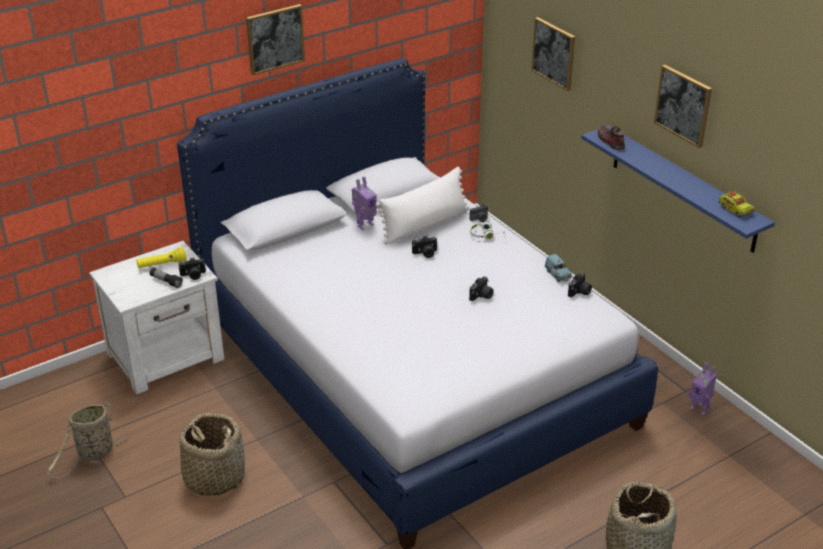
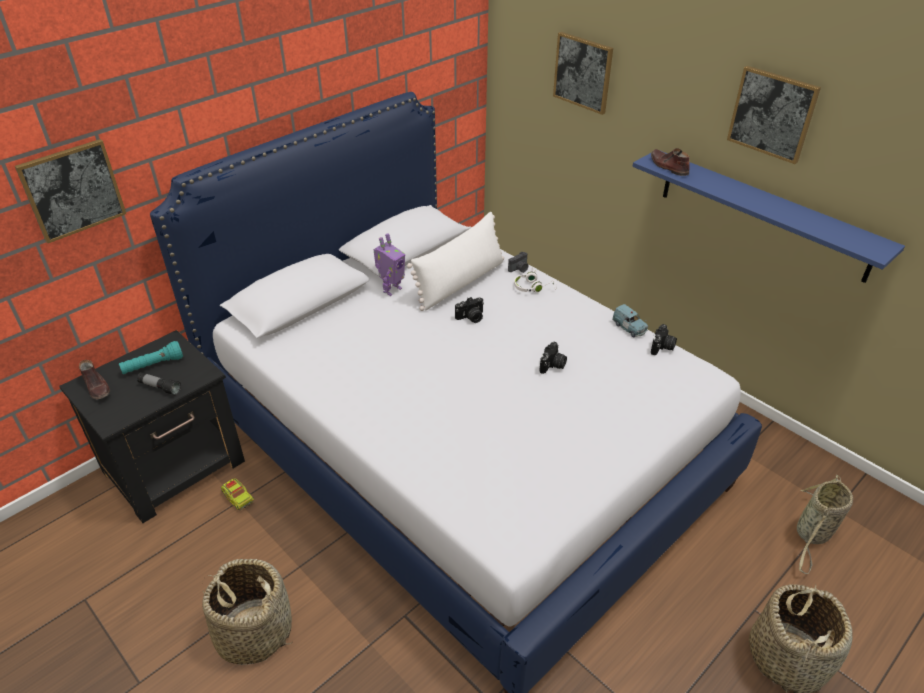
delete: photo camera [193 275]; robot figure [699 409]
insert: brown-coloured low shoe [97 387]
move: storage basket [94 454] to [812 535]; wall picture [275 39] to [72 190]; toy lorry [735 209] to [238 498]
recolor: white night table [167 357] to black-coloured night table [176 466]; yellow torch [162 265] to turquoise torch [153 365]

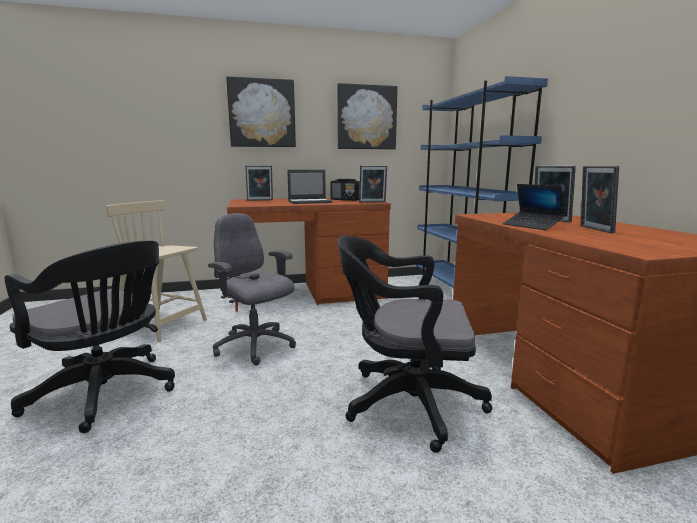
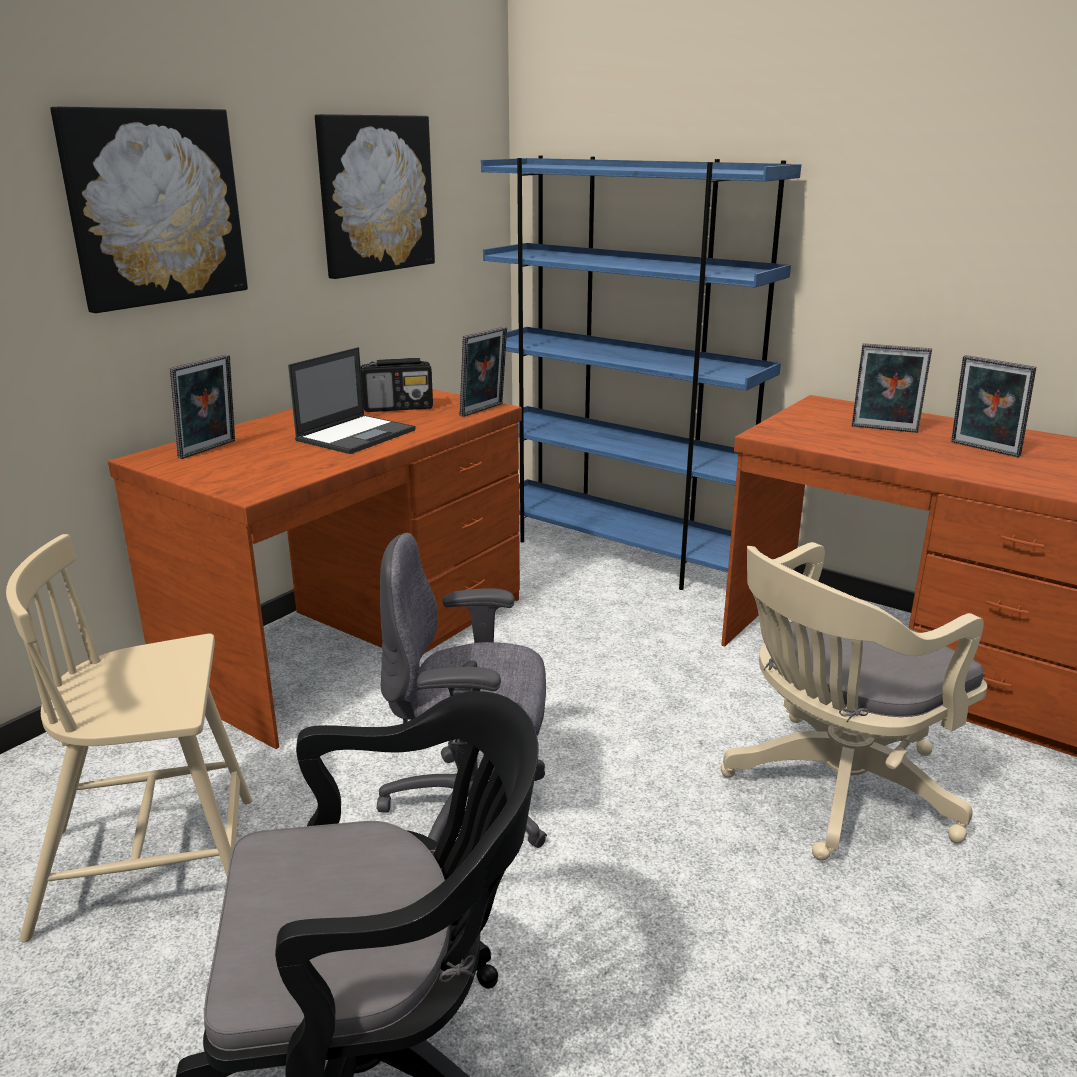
delete: portable computer [532 226]
recolor: black-coloured desk chair [405 403] to beige-coloured desk chair [833 791]

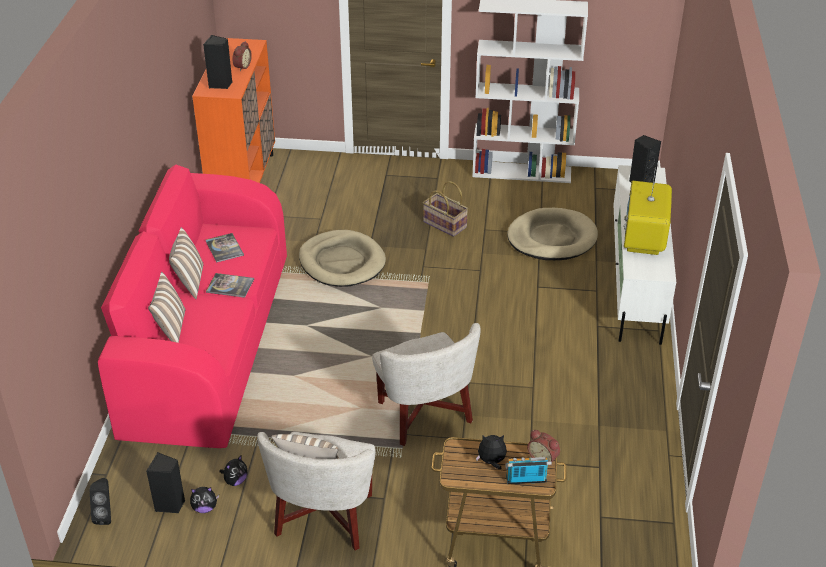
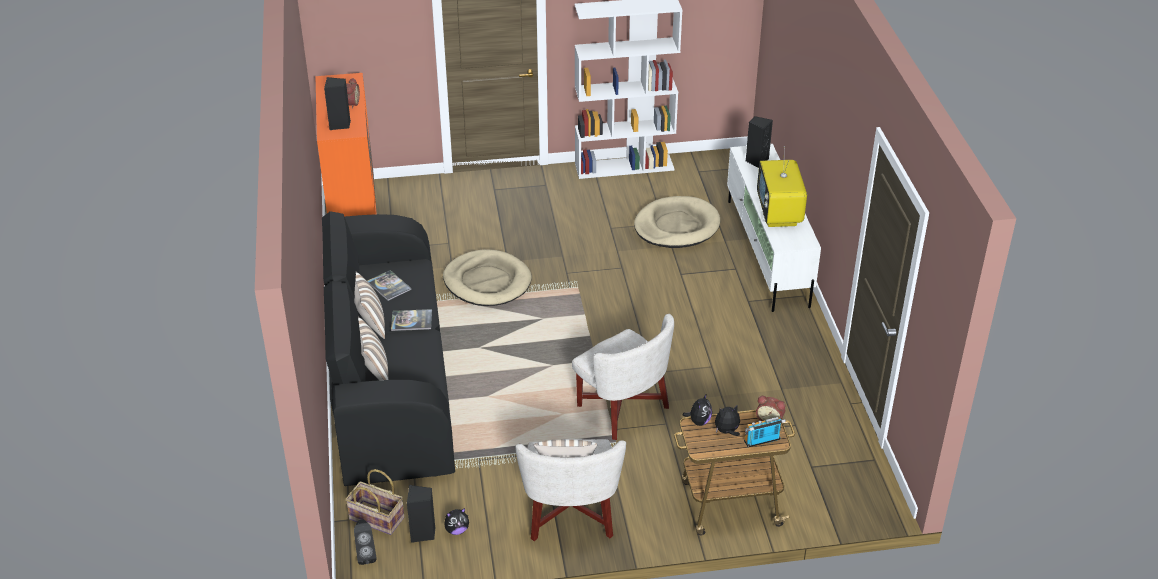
move: plush toy [235 481] to [699 421]; storage basket [444 224] to [376 519]
recolor: pink settee [208 343] to black-coloured settee [390 381]

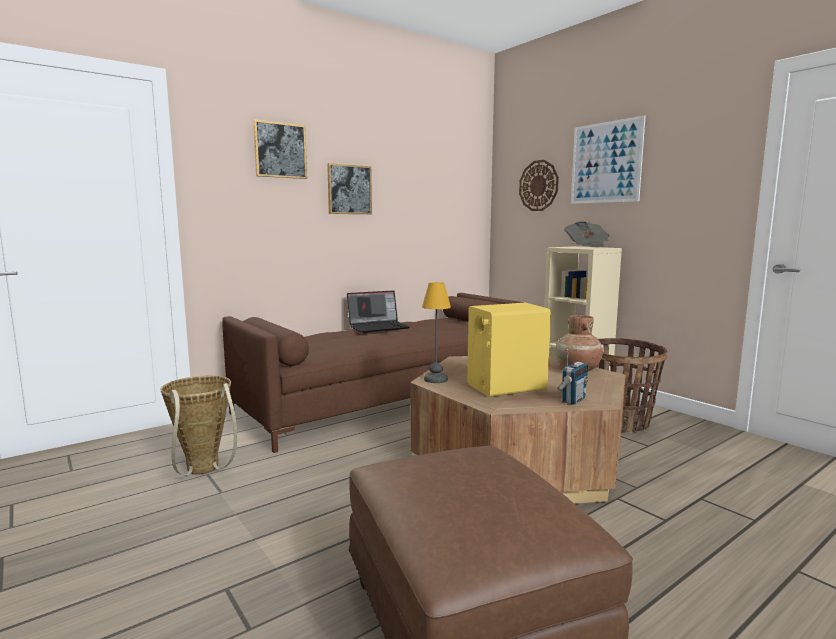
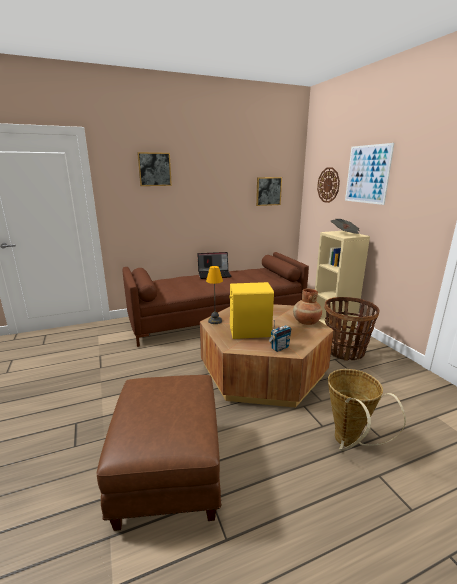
move: storage basket [203 472] to [349 443]; wall picture [349 189] to [268 191]

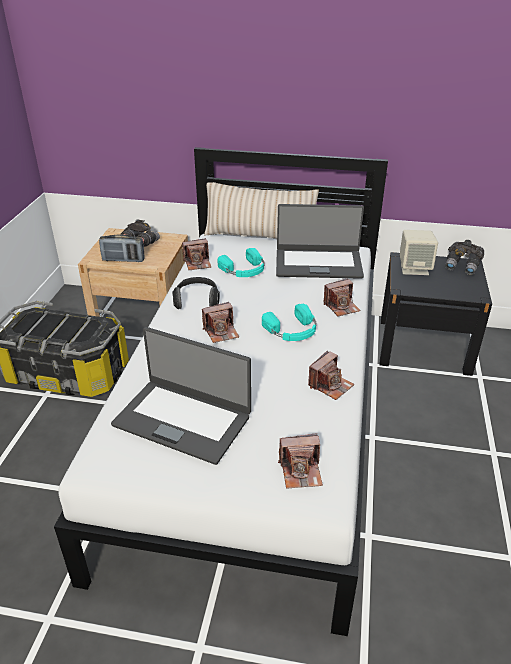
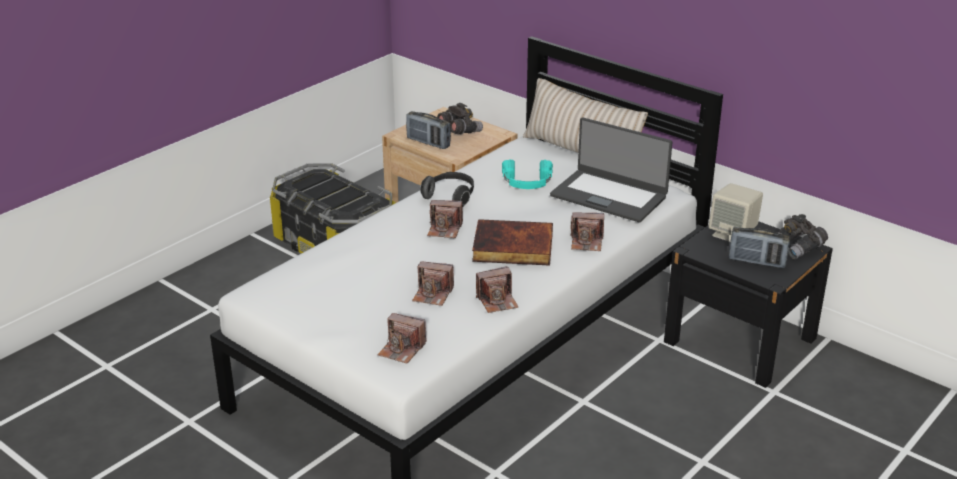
delete: portable computer [183 419]
insert: radio [757 262]
move: photo camera [197 263] to [433 294]
replace: turquoise headphones [292 330] to book [512 248]

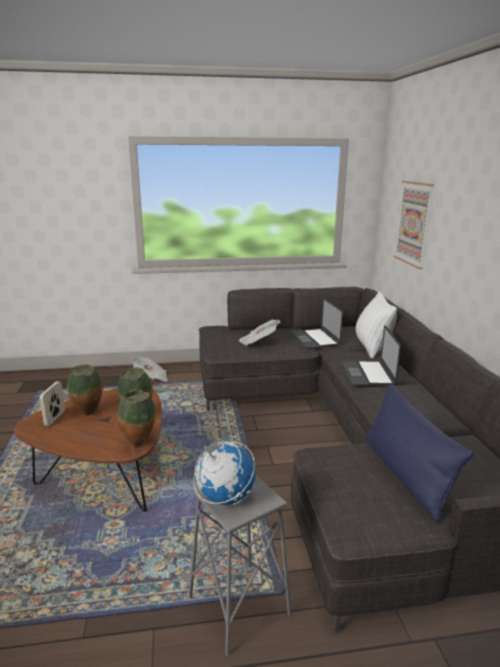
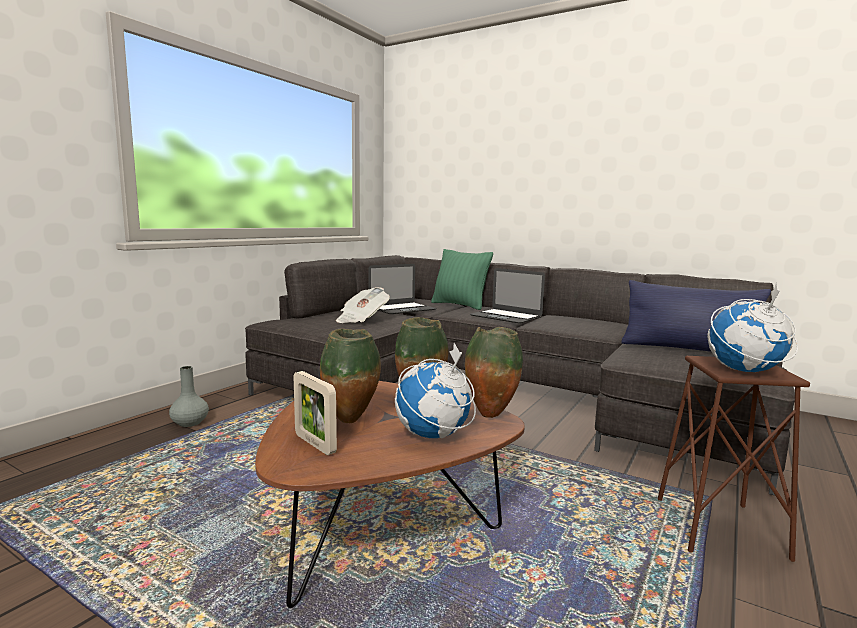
delete: wall picture [413 223]
insert: desk globe [433 436]
replace: newspaper [151 378] to gray decorative vase [190 423]
recolor: gray sitting stool [238 606] to brown-coloured sitting stool [718 528]; white pillow [372 347] to green pillow [459 305]
rotate: portable computer [315 338] = [402 308] 60 degrees counterclockwise

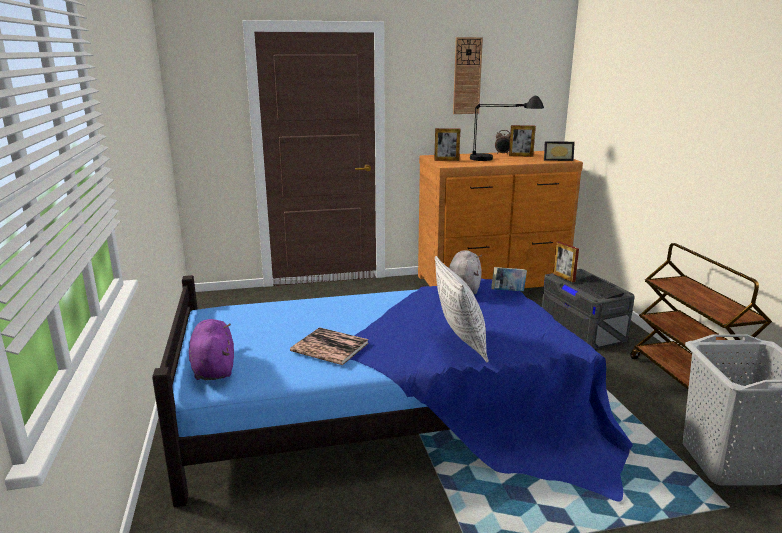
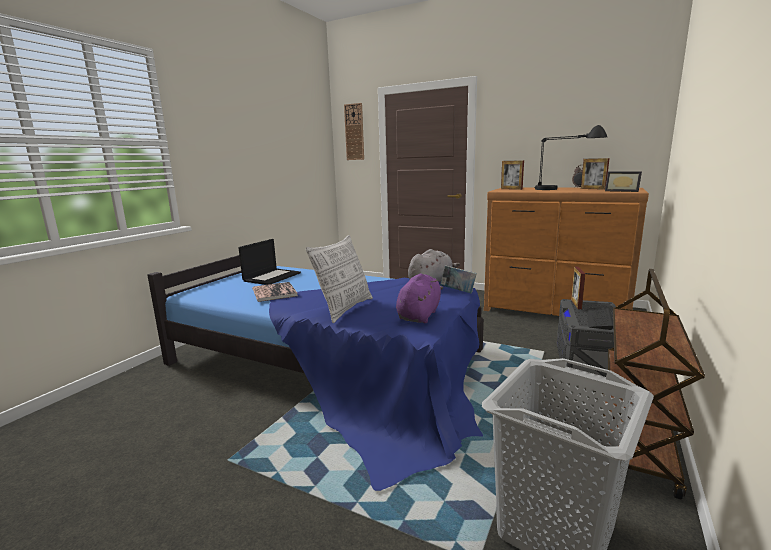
insert: portable computer [272 277]
move: purple-coloured plush toy [213 367] to [419 315]; wall clock [467 76] to [354 132]

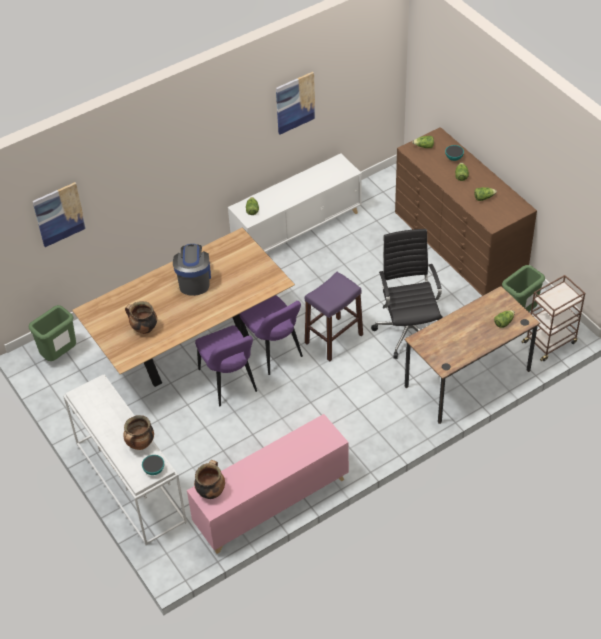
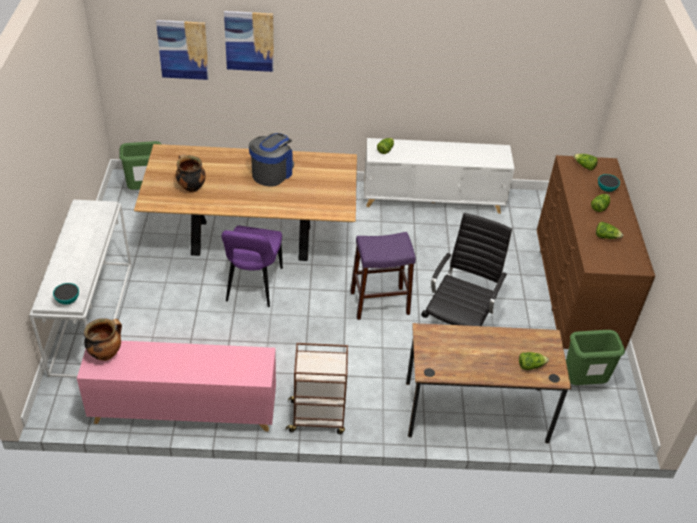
delete: cooking pot [140 445]; purple-coloured chair [273 351]
move: wall picture [295 102] to [249 41]; brown-coloured wheeled cart [550 342] to [318 417]

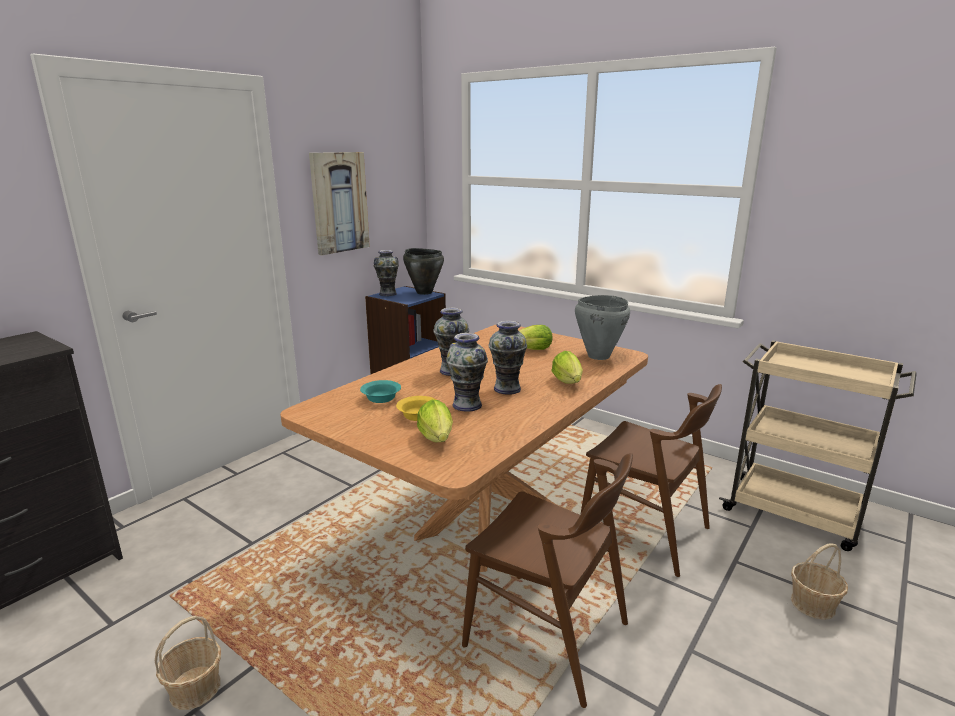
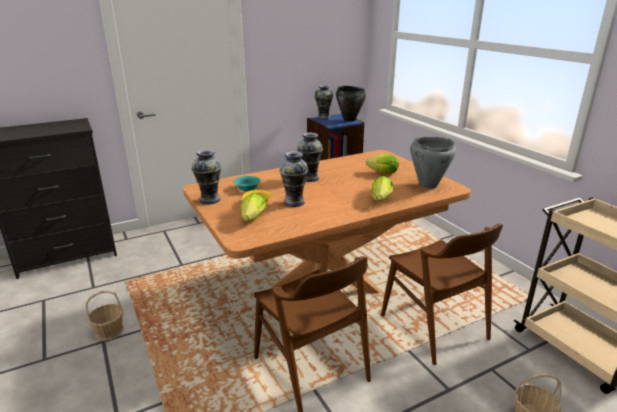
delete: wall picture [339 202]
move: decorative vase [507 389] to [210 200]

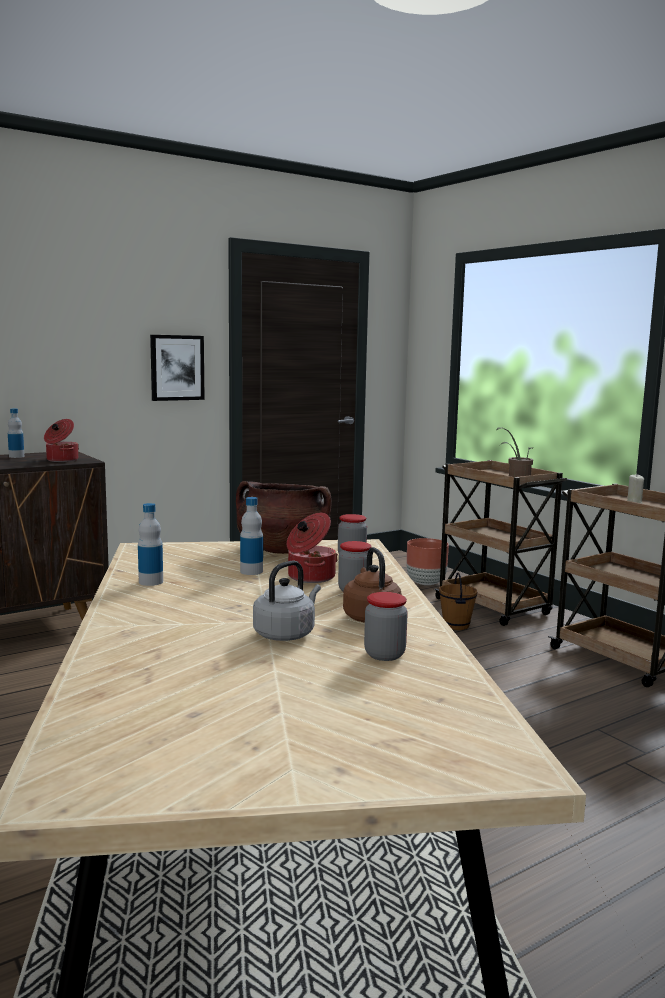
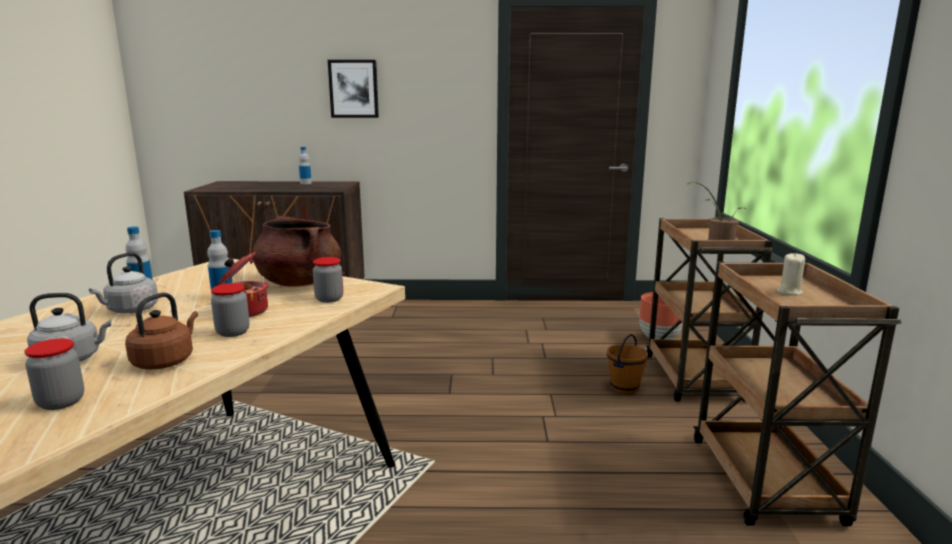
delete: cooking pot [61 460]
insert: gray kettle [130 310]
move: wall picture [177 367] to [353 89]

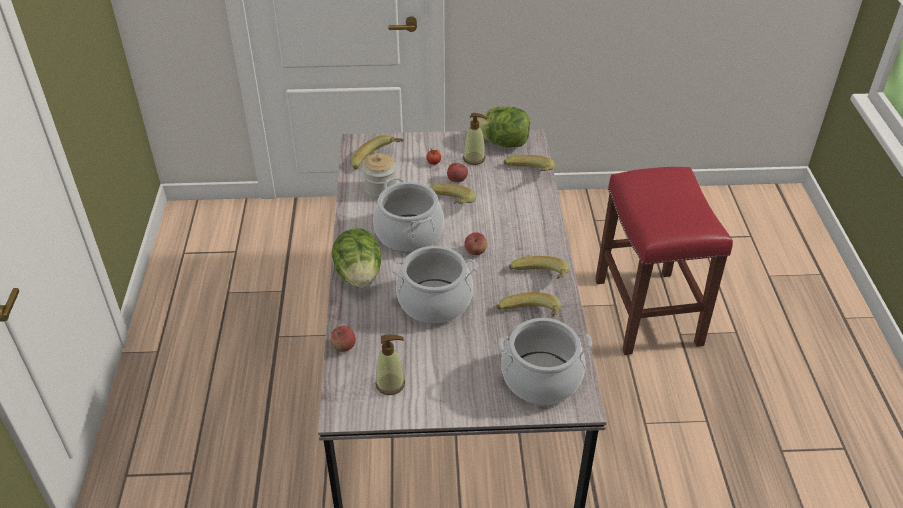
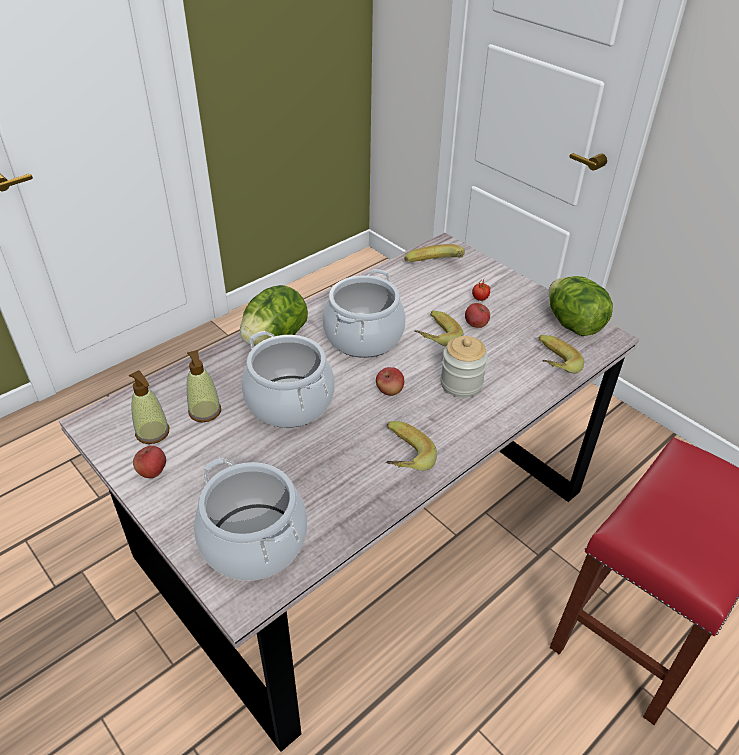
delete: banana fruit [530 319]
move: whole apple [344 346] to [152 471]; preserve jar [381 190] to [461 384]; soap bottle [474 158] to [205 411]

